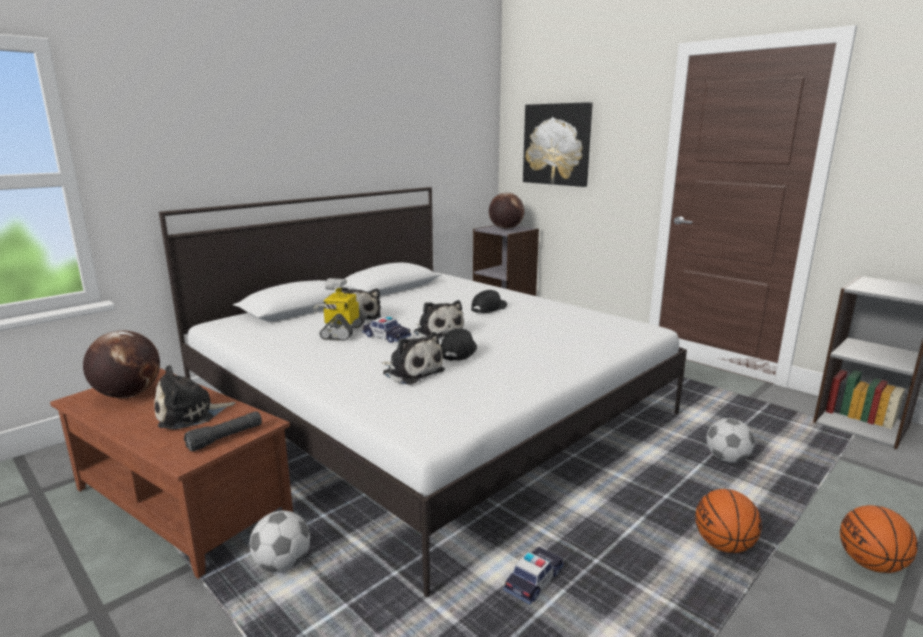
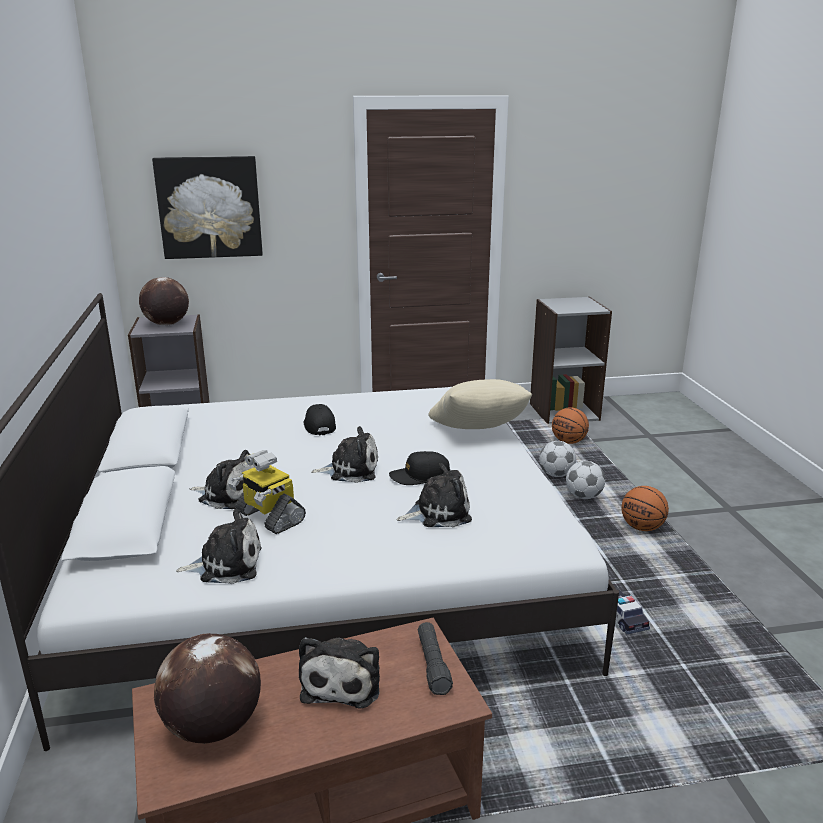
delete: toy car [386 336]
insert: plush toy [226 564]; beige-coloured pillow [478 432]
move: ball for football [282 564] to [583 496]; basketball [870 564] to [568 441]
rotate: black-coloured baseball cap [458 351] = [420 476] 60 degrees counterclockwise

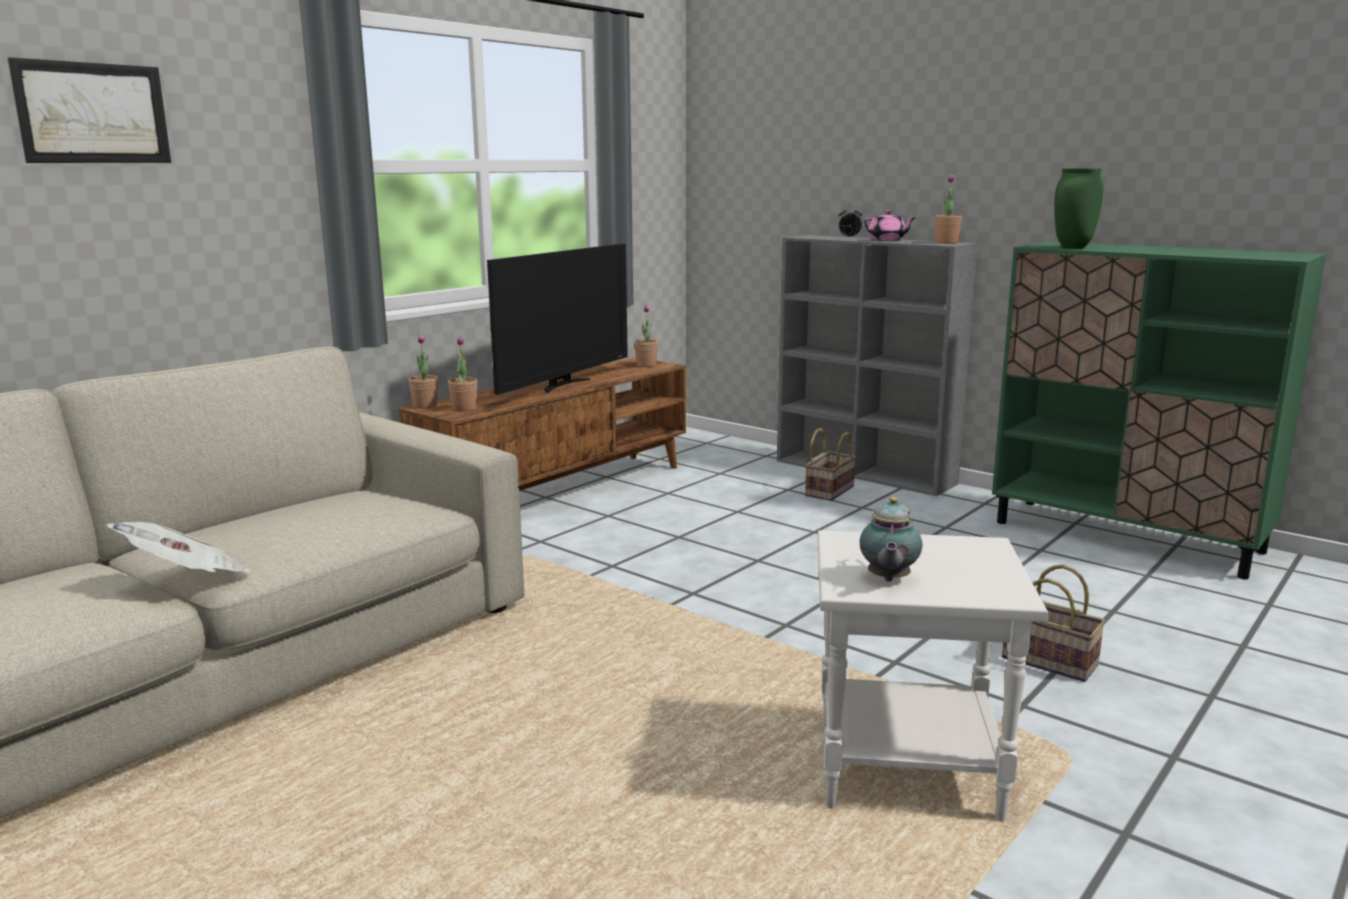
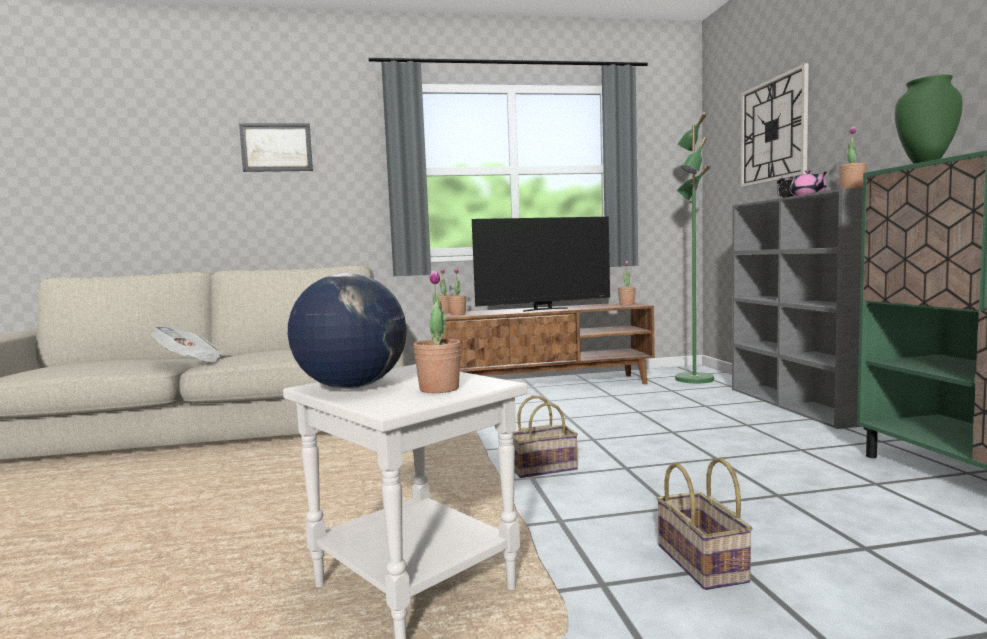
insert: potted plant [439 389]; green floor lamp [693 379]; wall clock [773 130]
move: storage basket [829 490] to [544 468]
replace: teapot [887 580] to desk globe [352 387]

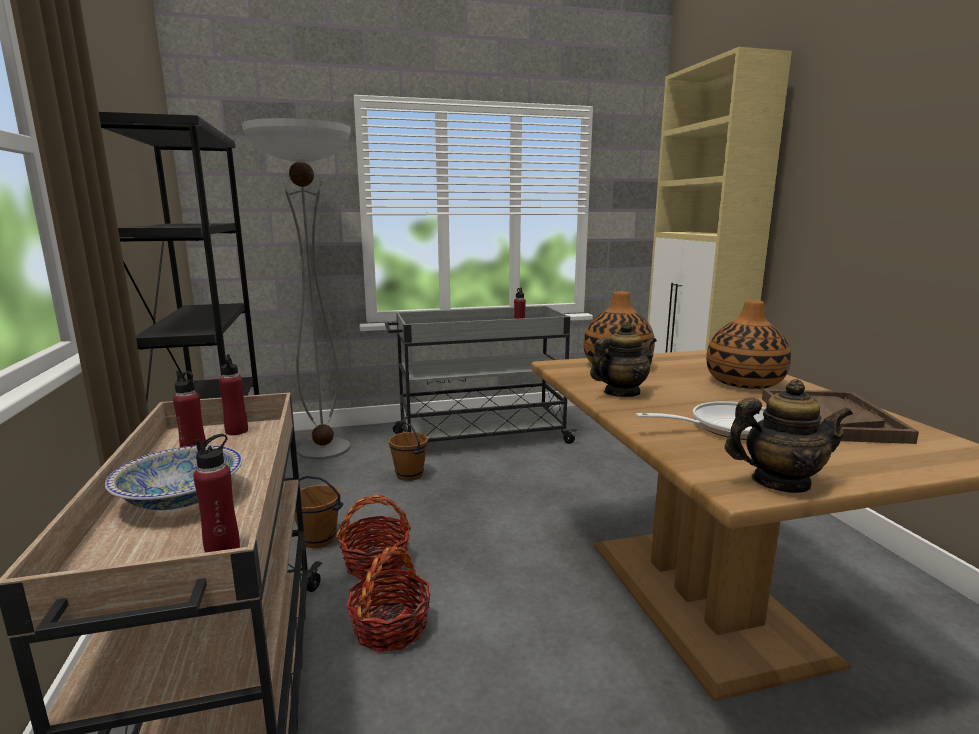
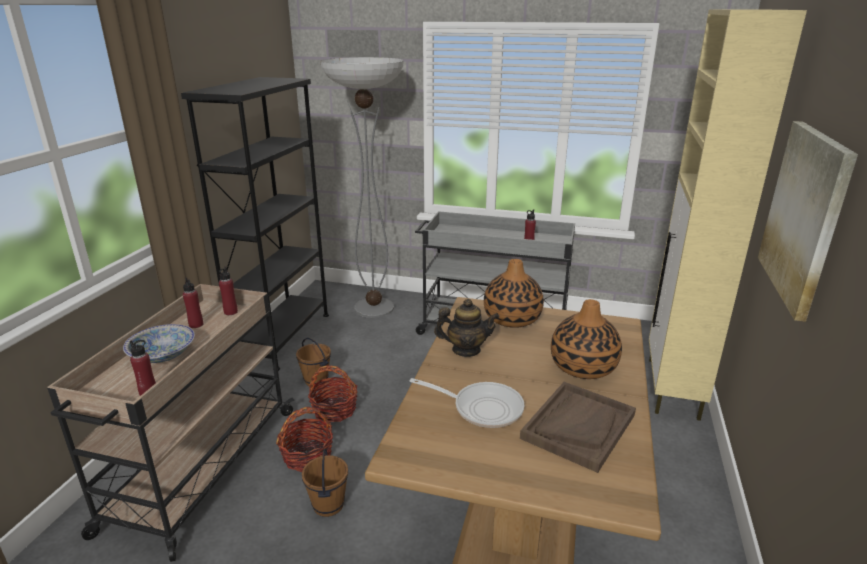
delete: teapot [780 482]
insert: wall picture [804 215]
move: brown-coloured water bucket [409 475] to [327 505]

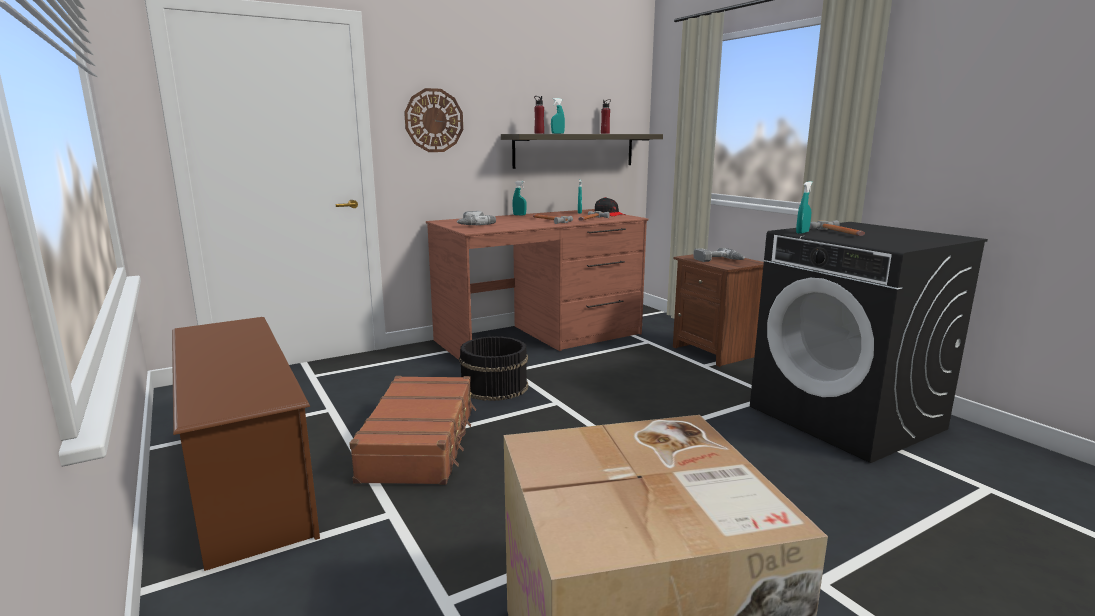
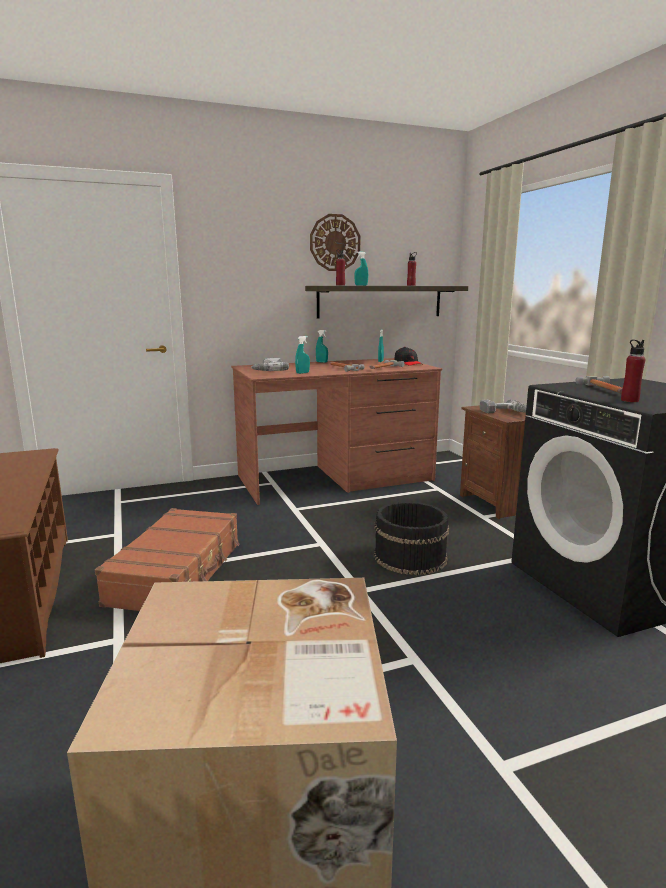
insert: red drink bottle [629 400]
move: wall clock [434 120] to [335 243]; black-coloured water bucket [493 387] to [409 557]; turquoise hand sprayer [802 232] to [302 373]

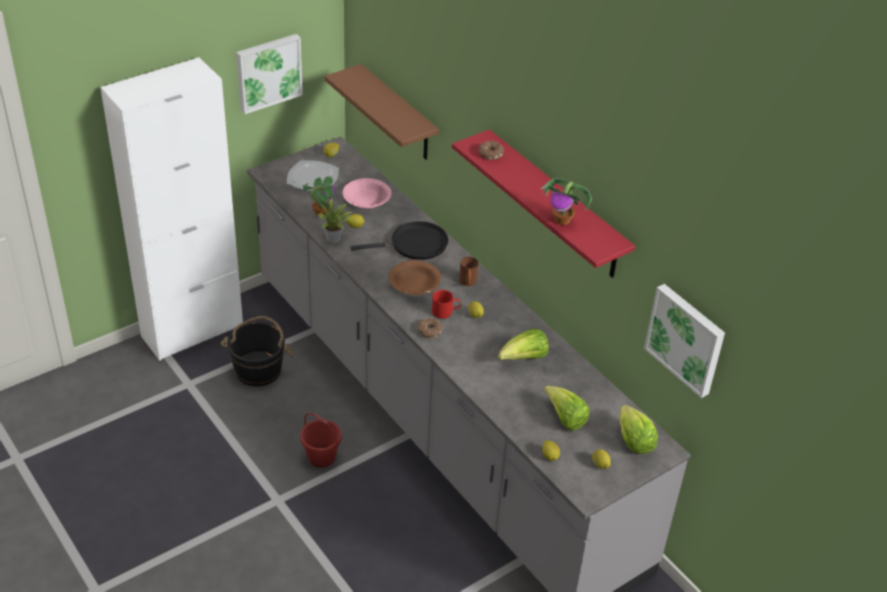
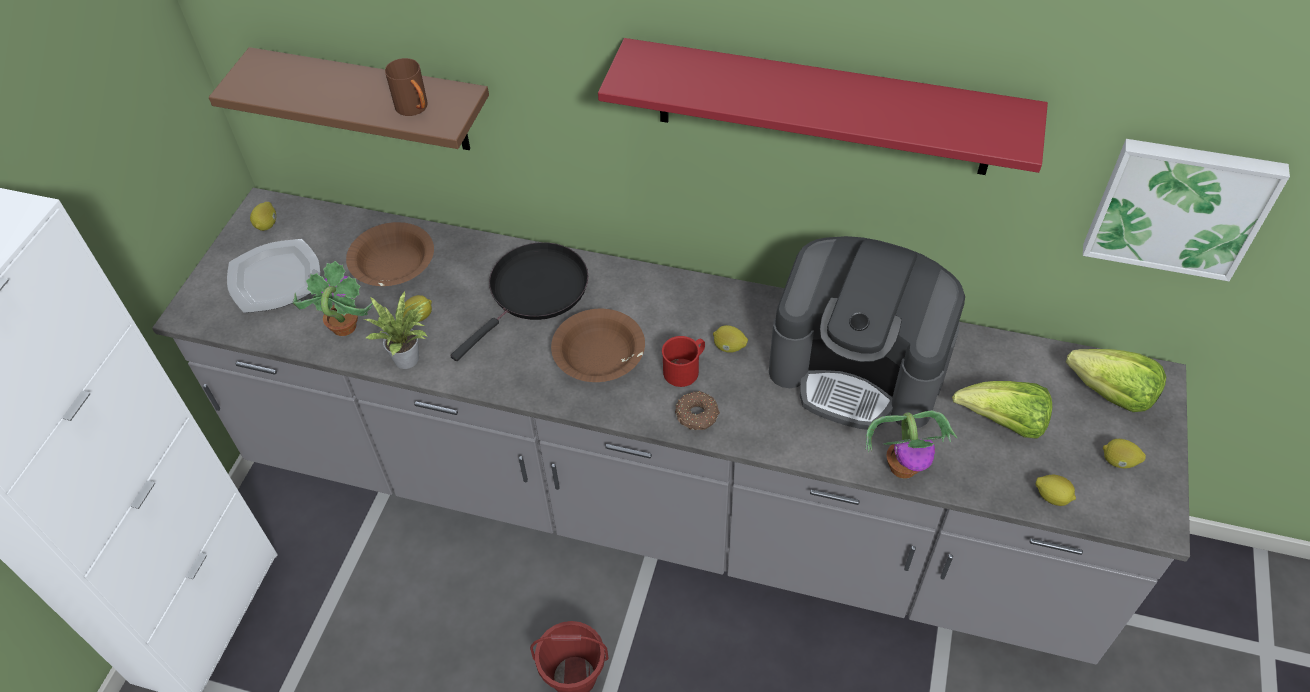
delete: black-coloured water bucket [258 369]; wall picture [268 72]; ring doughnut [490 154]
move: brown-coloured mug [468 283] to [415 109]; potted plant [562 220] to [904 466]
replace: lettuce head [524 358] to coffee maker [858 369]
recolor: pink serving bowl [366 200] to brown-coloured serving bowl [393 265]

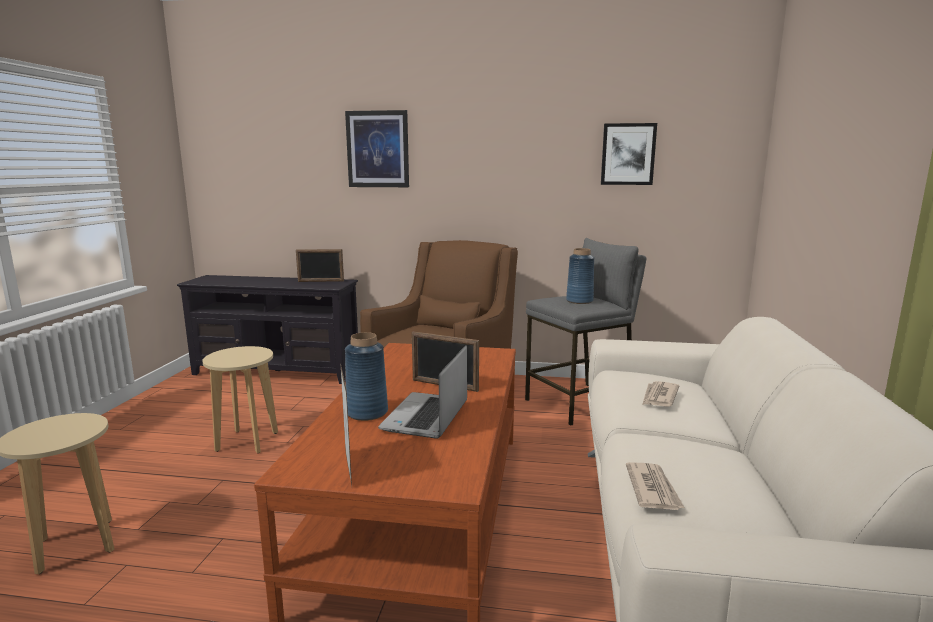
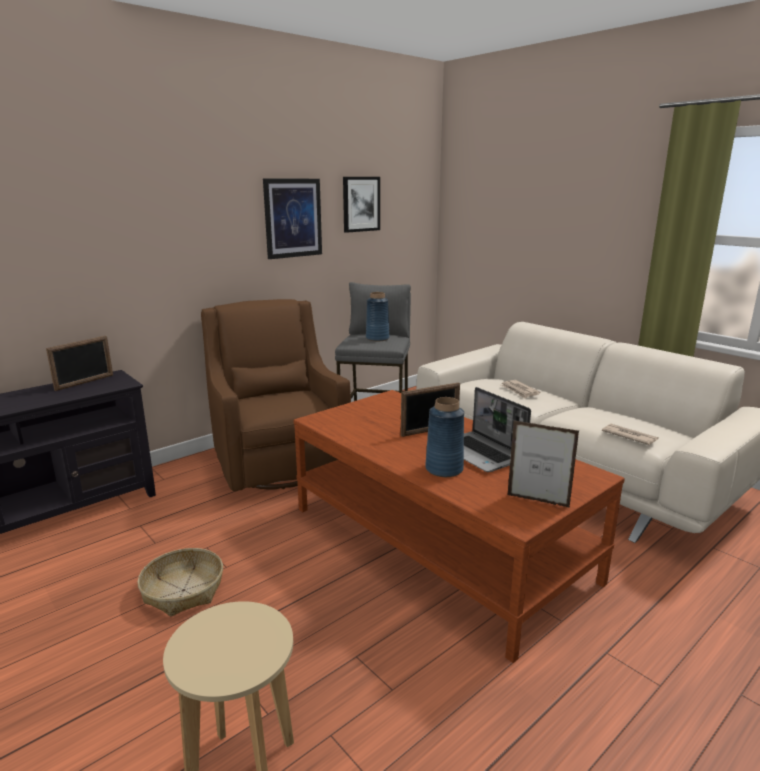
move: wall picture [378 149] to [293 218]
replace: beige-coloured sitting stool [247 441] to storage basket [183 590]

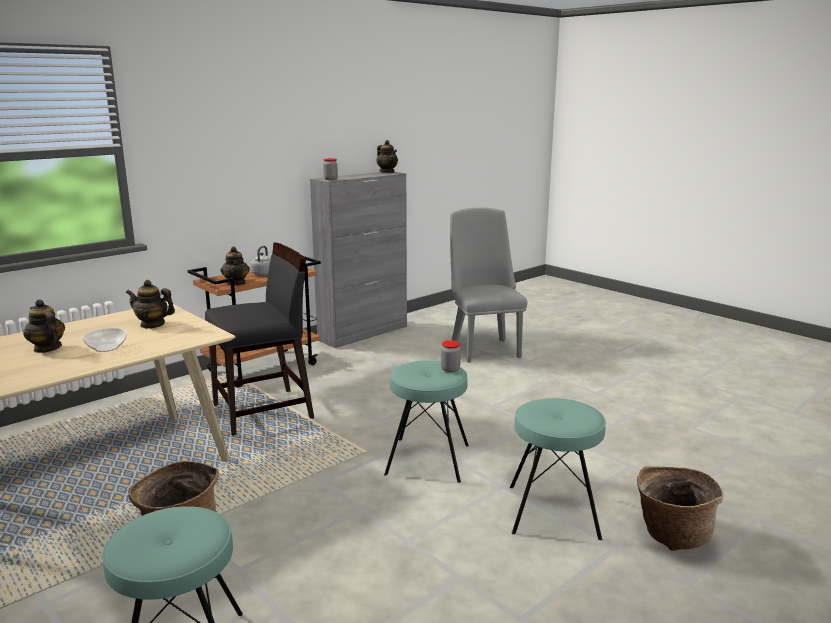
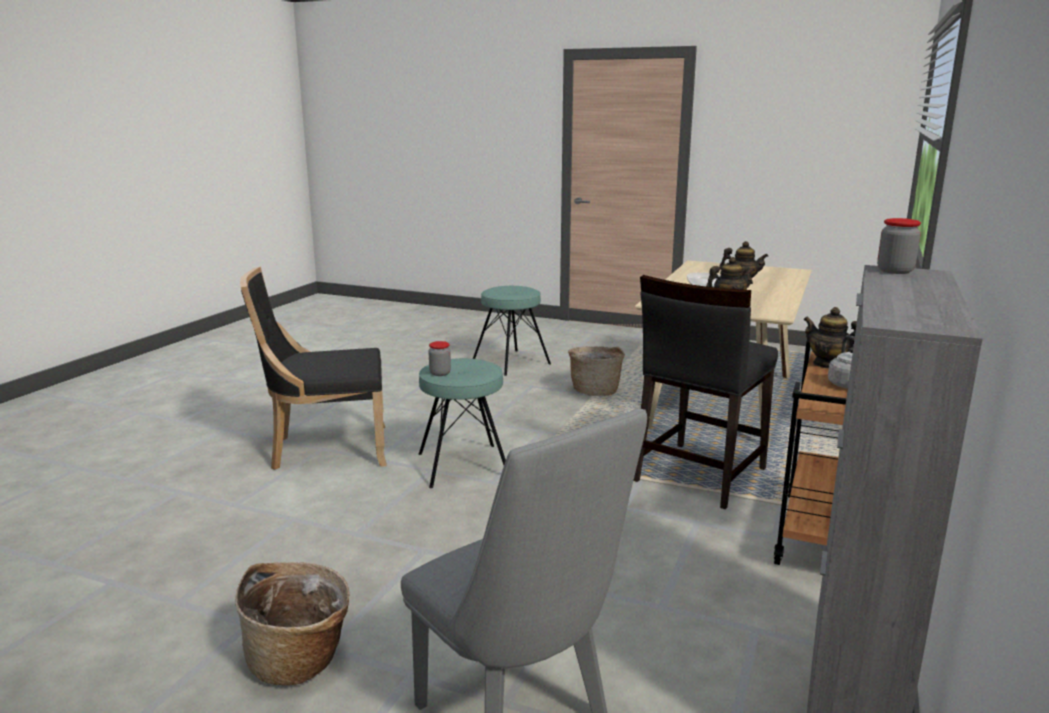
delete: teapot [387 172]
move: storage basket [671 535] to [300 661]
replace: turquoise sitting stool [552 511] to black-coloured chair [326 449]

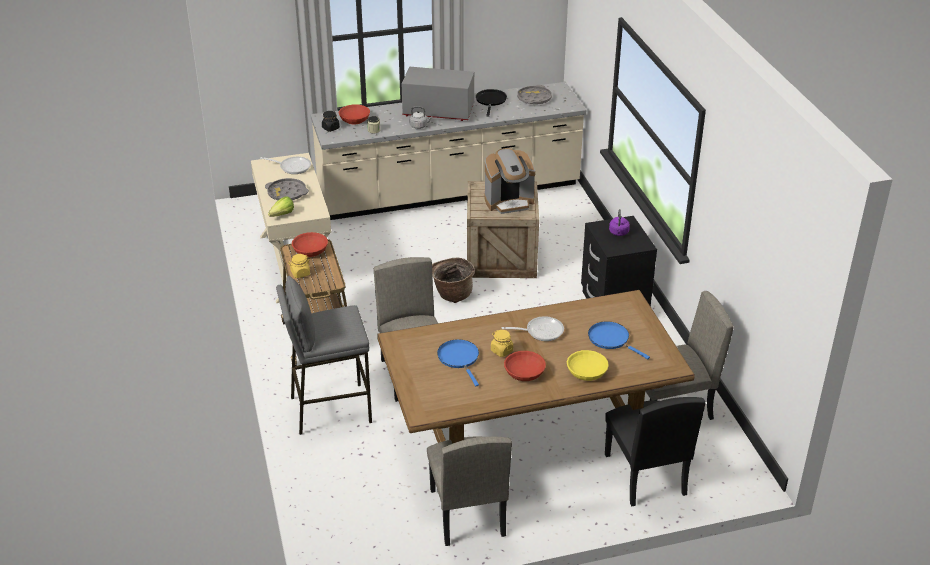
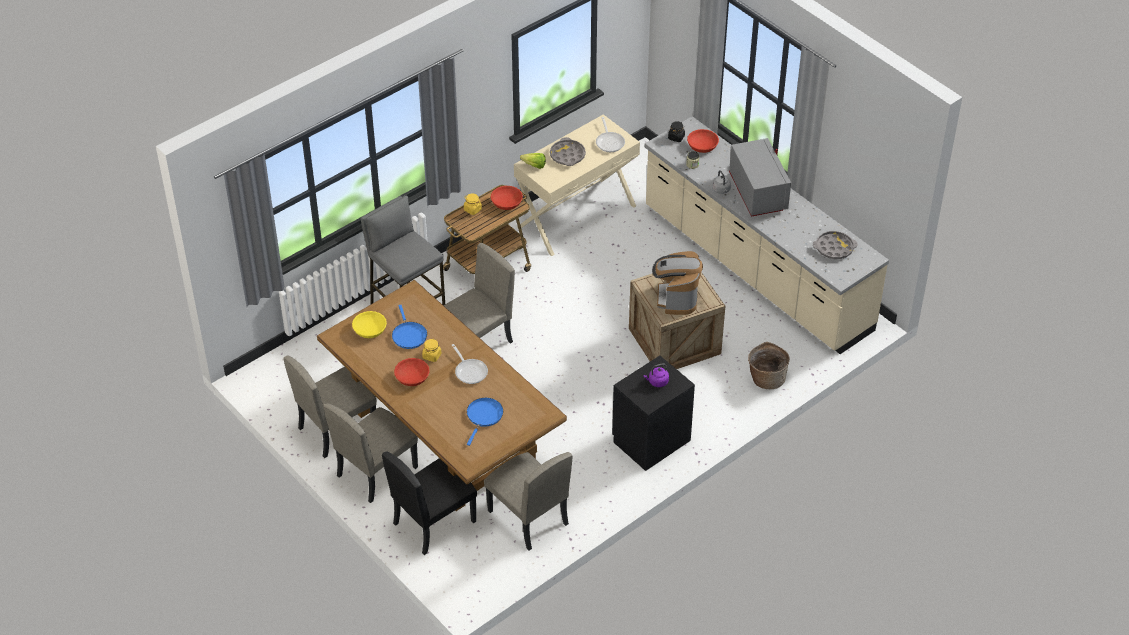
delete: black-coloured skillet [491 101]
insert: beige-coloured chair [376 471]
move: storage basket [452 294] to [766 378]; yellow serving bowl [587 372] to [370 330]
rotate: blue-coloured skillet [459 358] = [408 335] 120 degrees clockwise; coffee maker [509 202] = [676 298] 45 degrees clockwise

